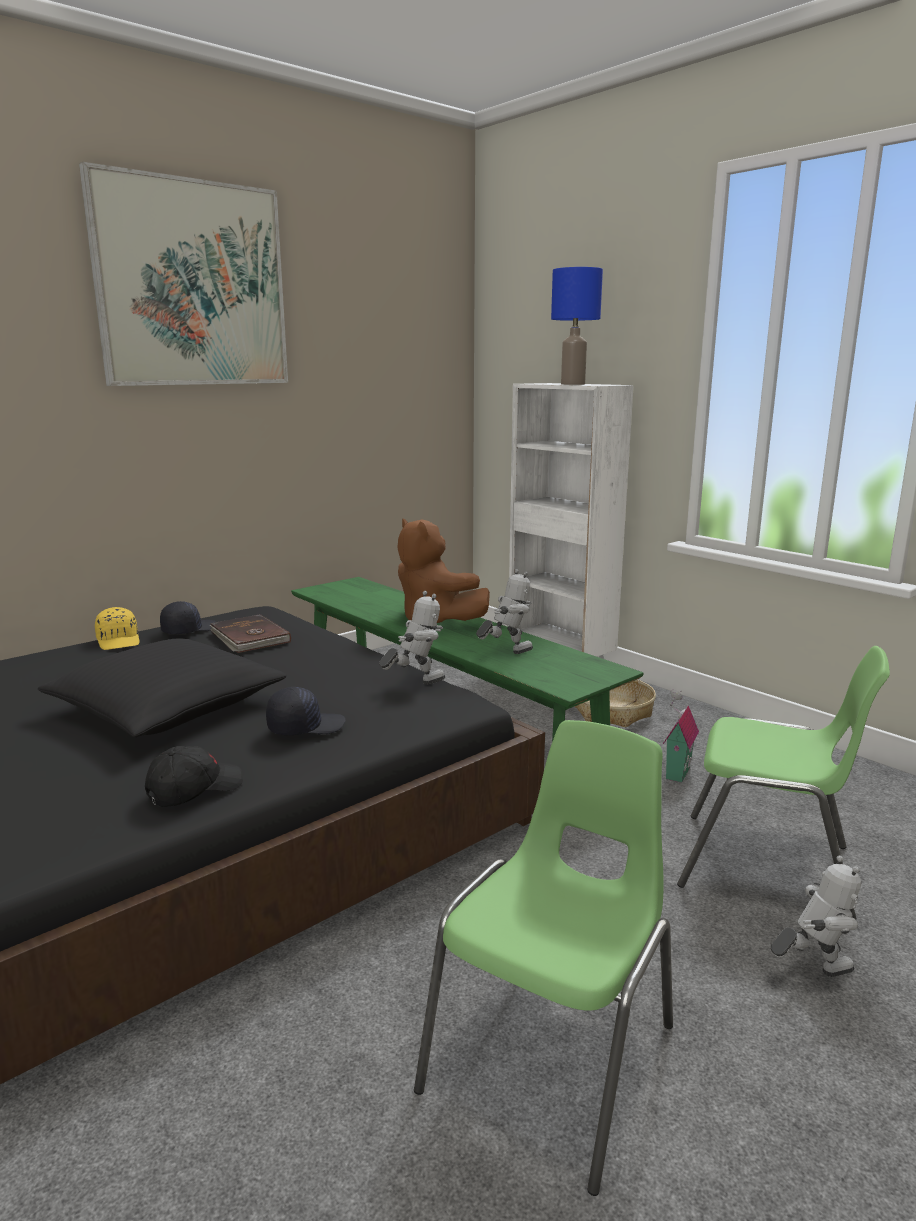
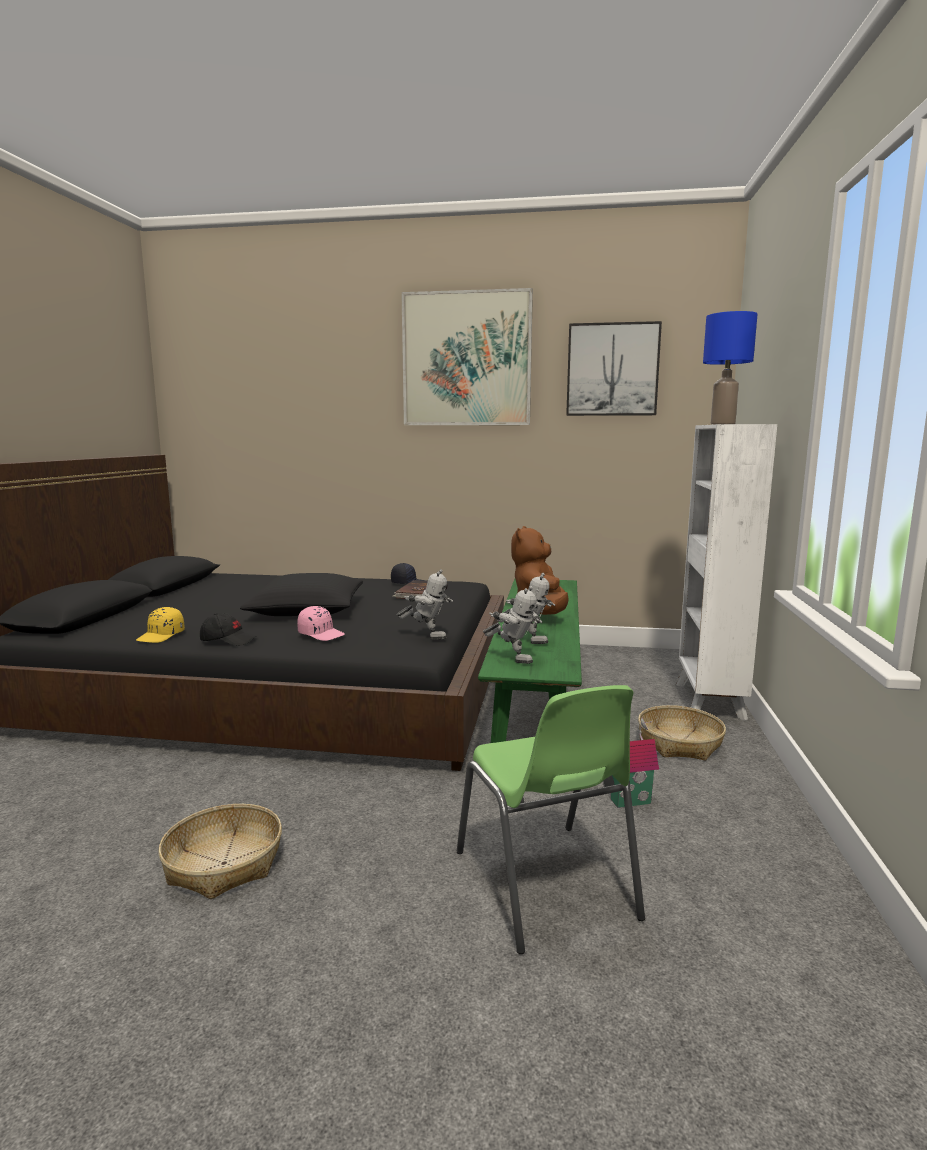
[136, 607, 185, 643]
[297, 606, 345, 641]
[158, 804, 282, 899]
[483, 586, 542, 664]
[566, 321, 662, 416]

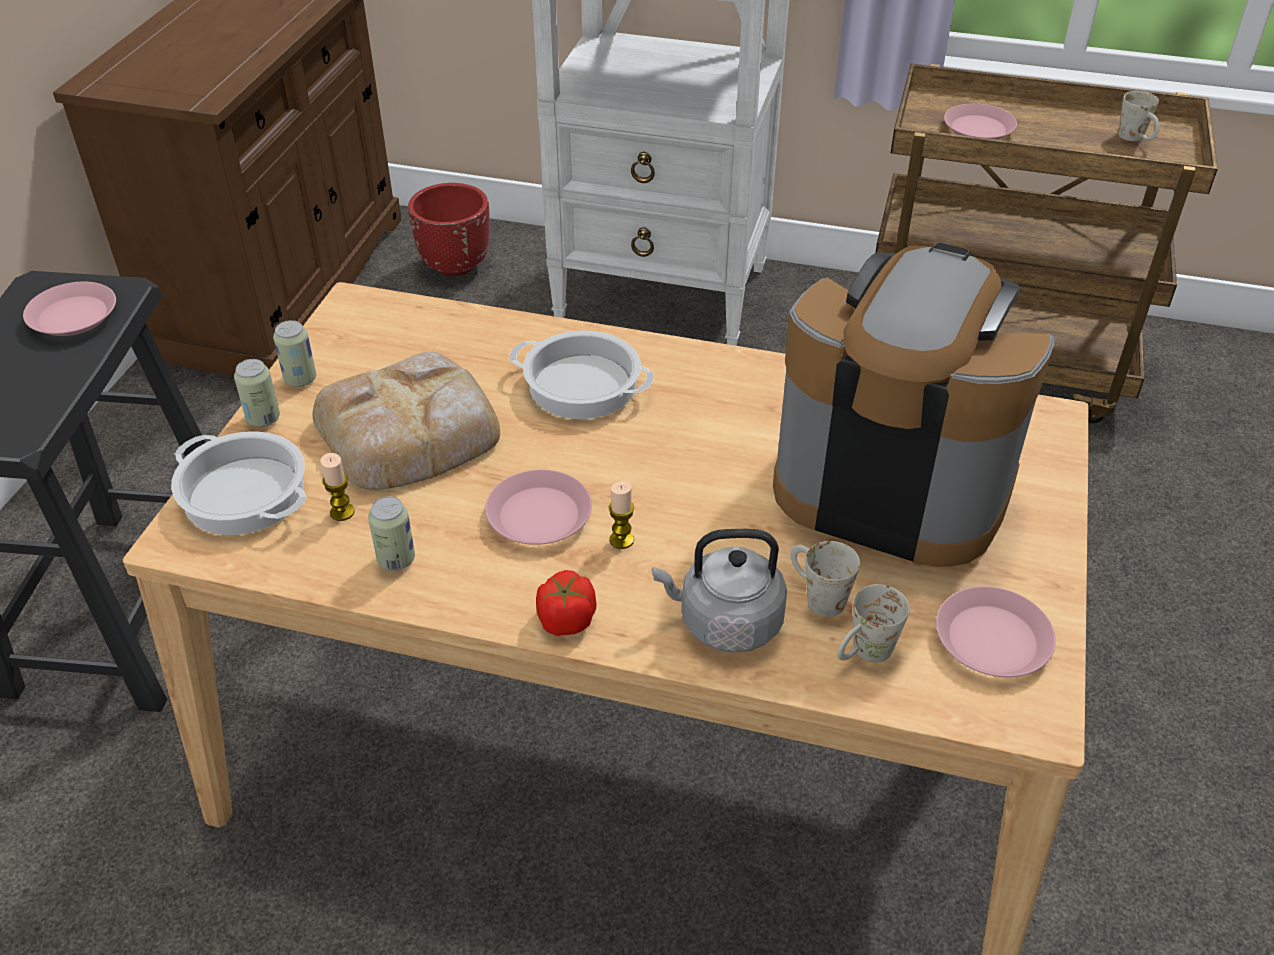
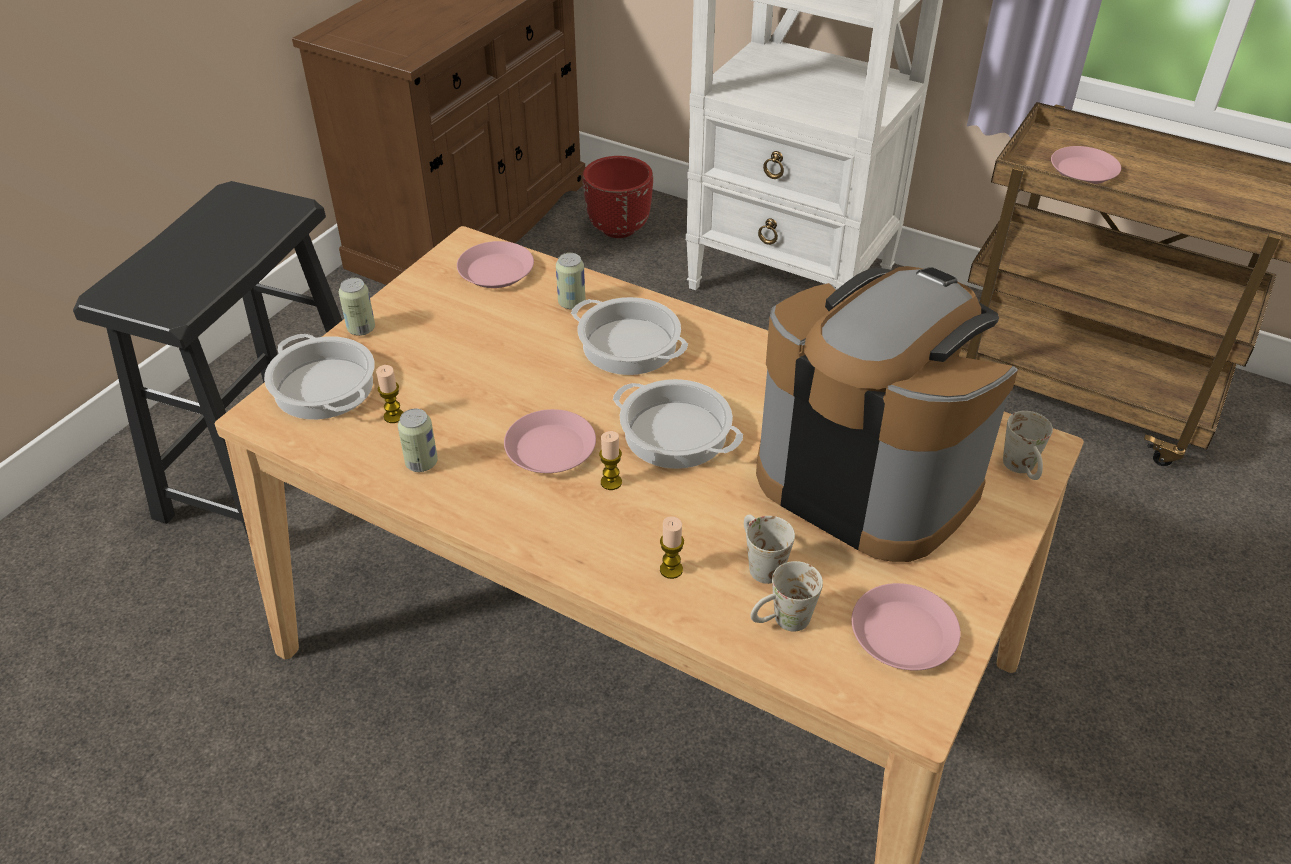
[457, 241, 534, 288]
[556, 253, 585, 309]
[312, 351, 500, 490] (first image)
[536, 570, 597, 636] (first image)
[660, 516, 684, 579]
[1003, 411, 1053, 480]
[613, 379, 743, 469]

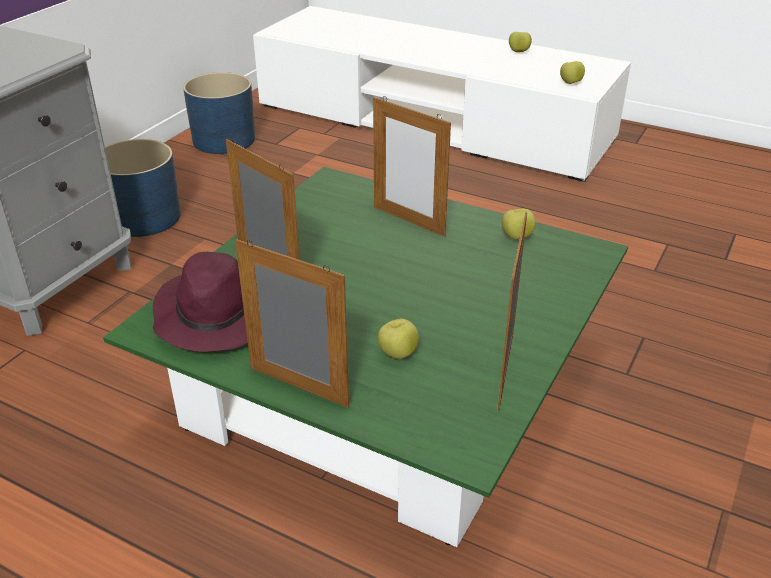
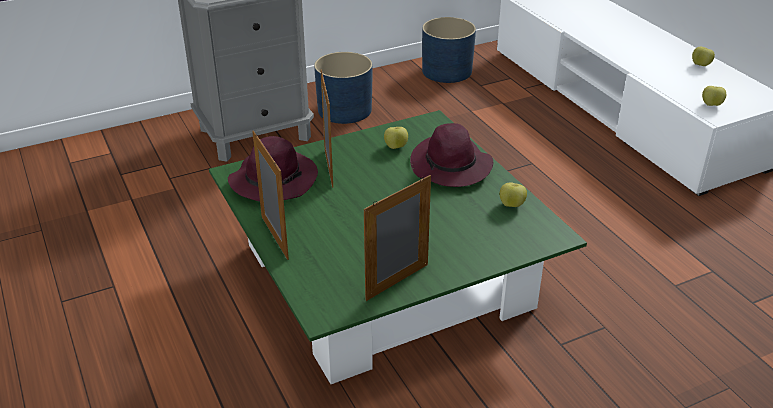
[410, 123, 494, 187]
[384, 127, 408, 149]

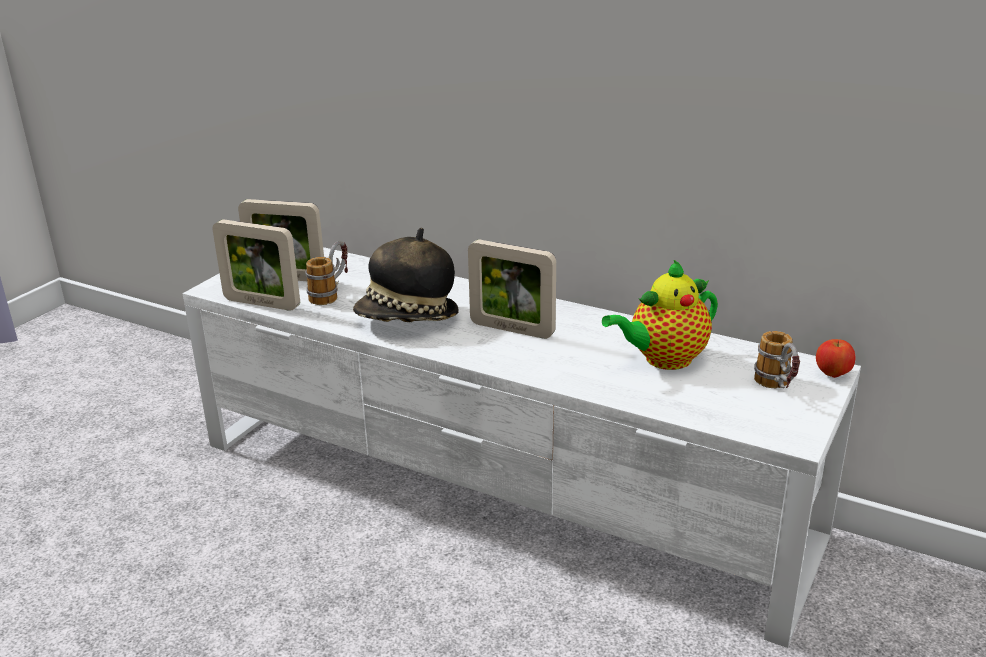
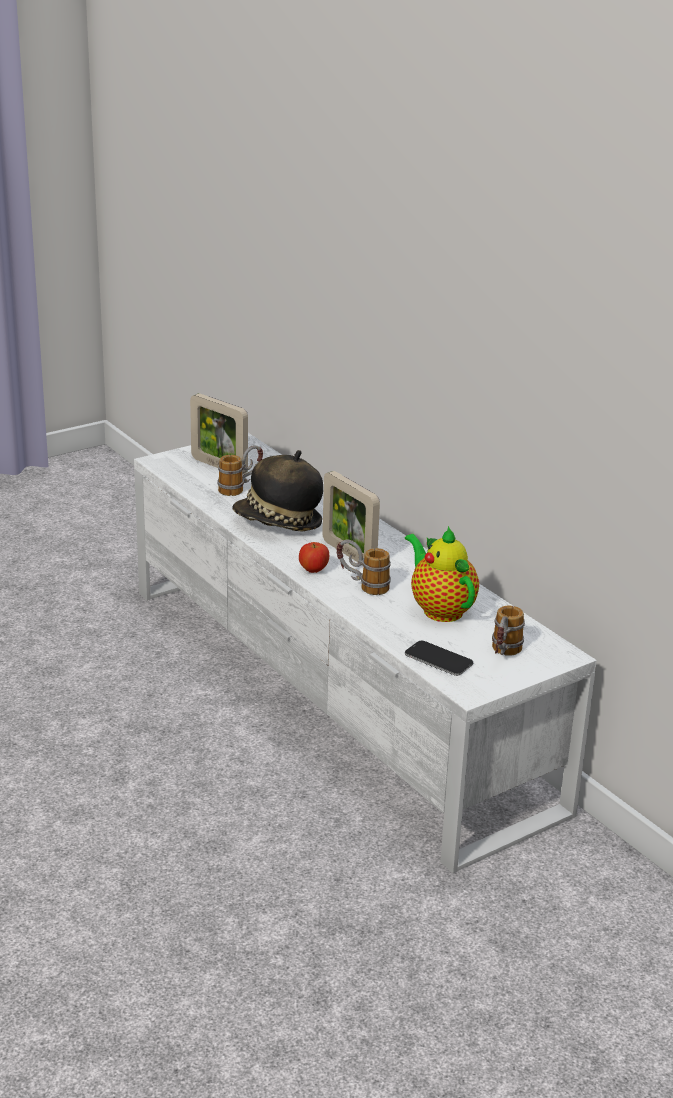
[212, 220, 300, 311] (first image)
[405, 526, 479, 622]
[299, 542, 329, 573]
[337, 540, 391, 595]
[405, 641, 473, 676]

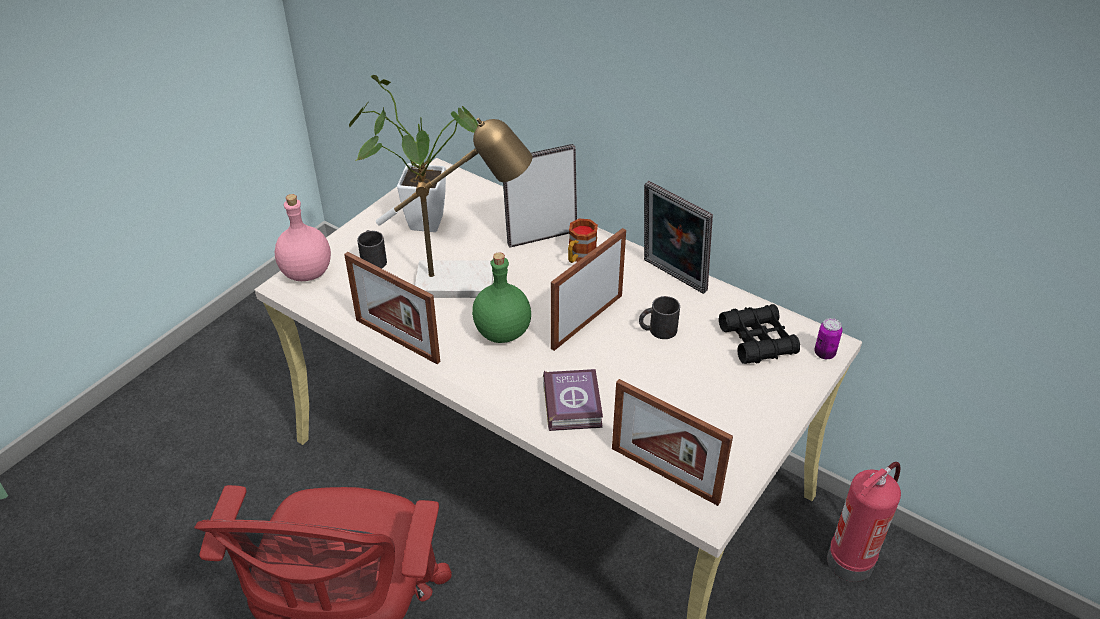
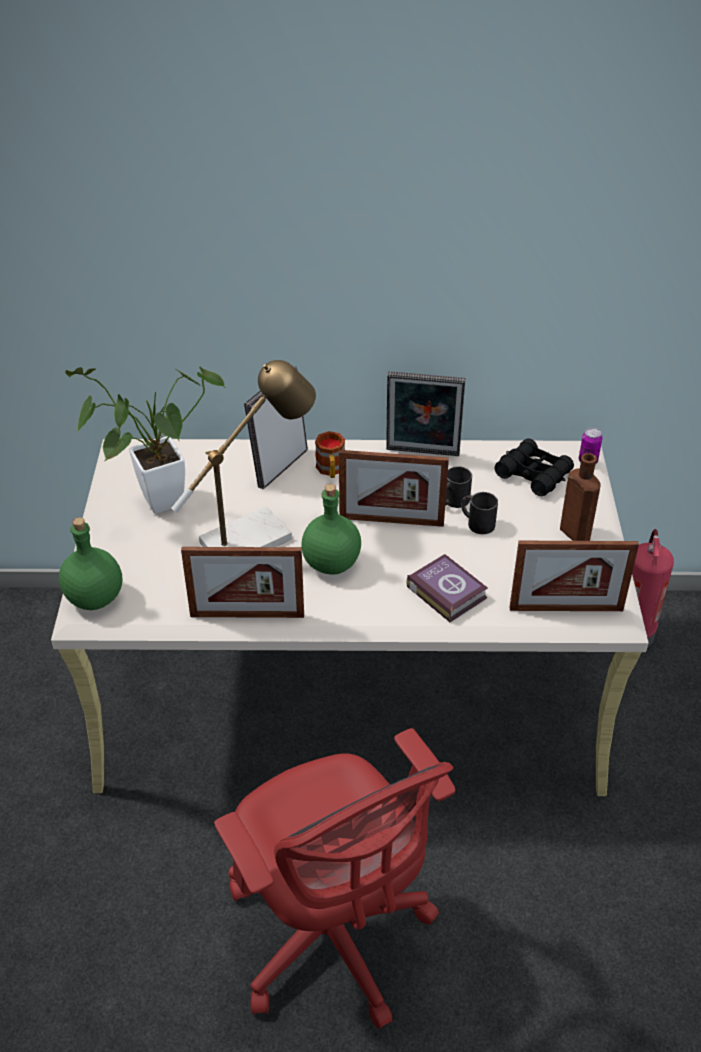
[59, 517, 122, 610]
[461, 492, 498, 534]
[339, 450, 449, 527]
[560, 453, 601, 541]

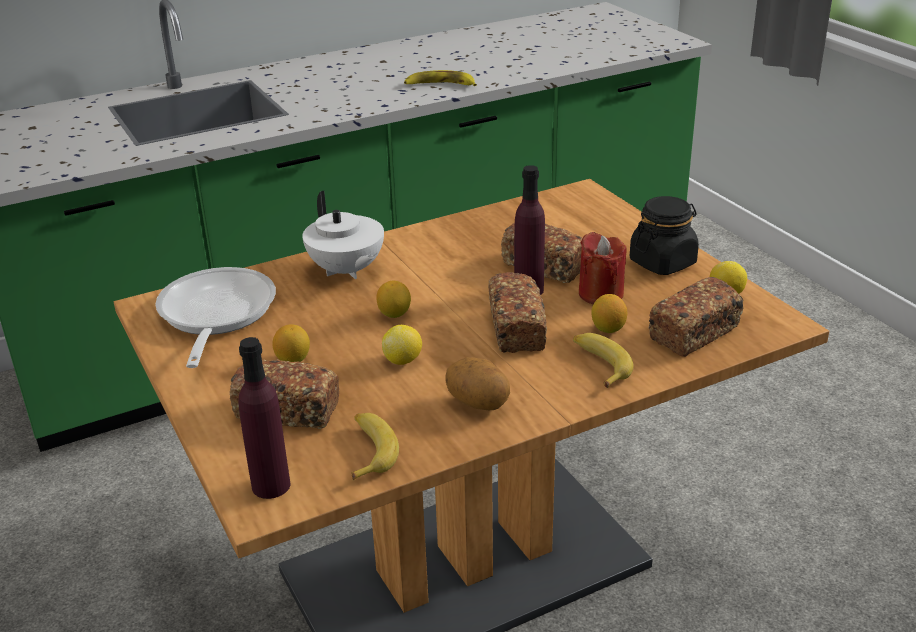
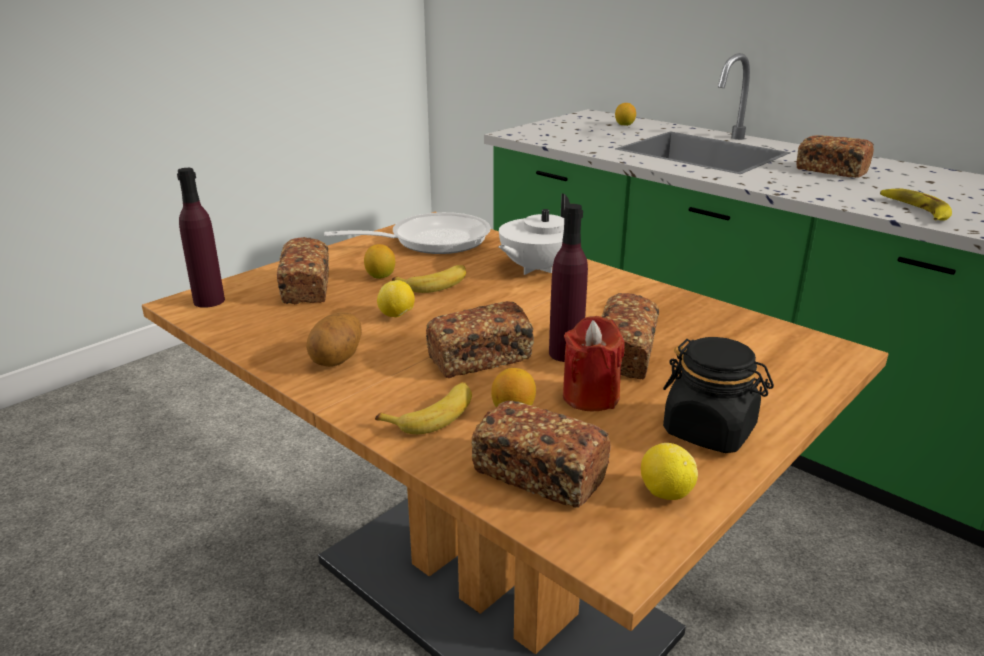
[392, 265, 466, 293]
[615, 103, 636, 126]
[796, 135, 874, 178]

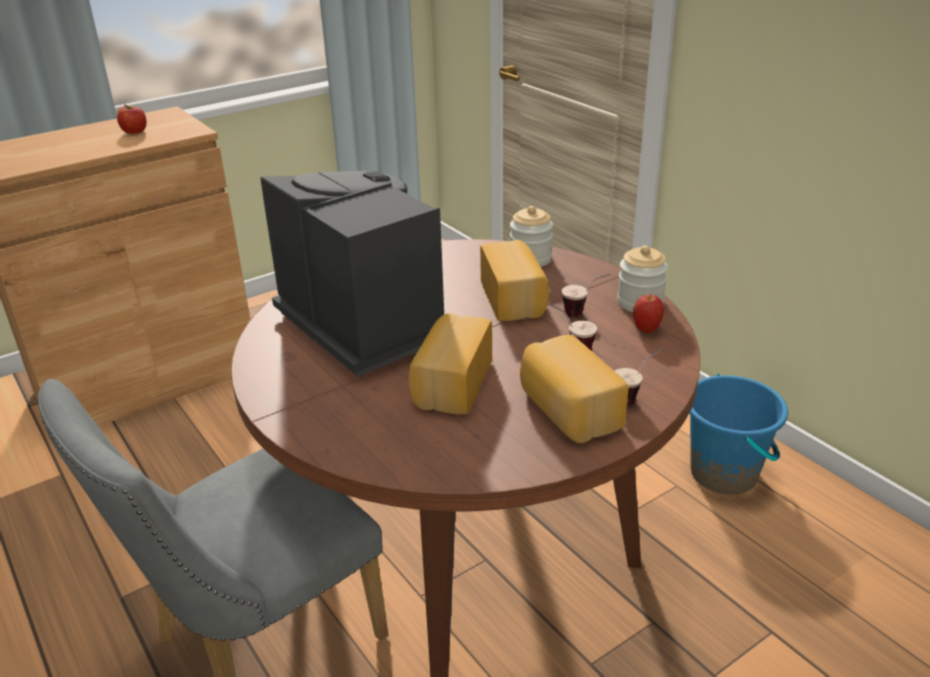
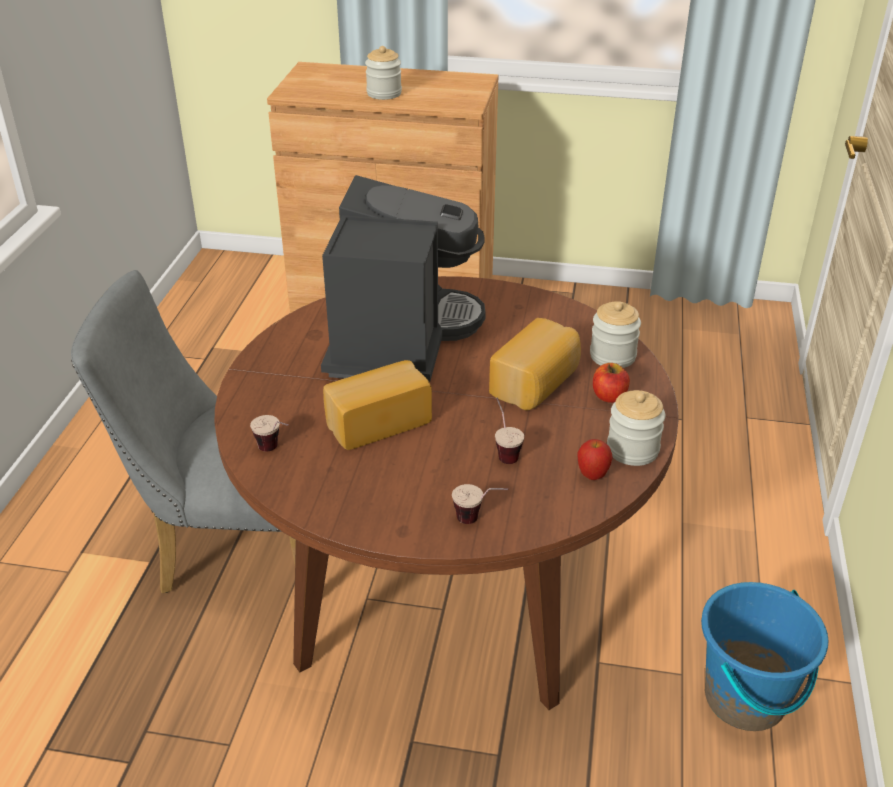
[593, 363, 630, 403]
[520, 335, 628, 443] (first image)
[250, 415, 289, 452]
[365, 46, 402, 100]

